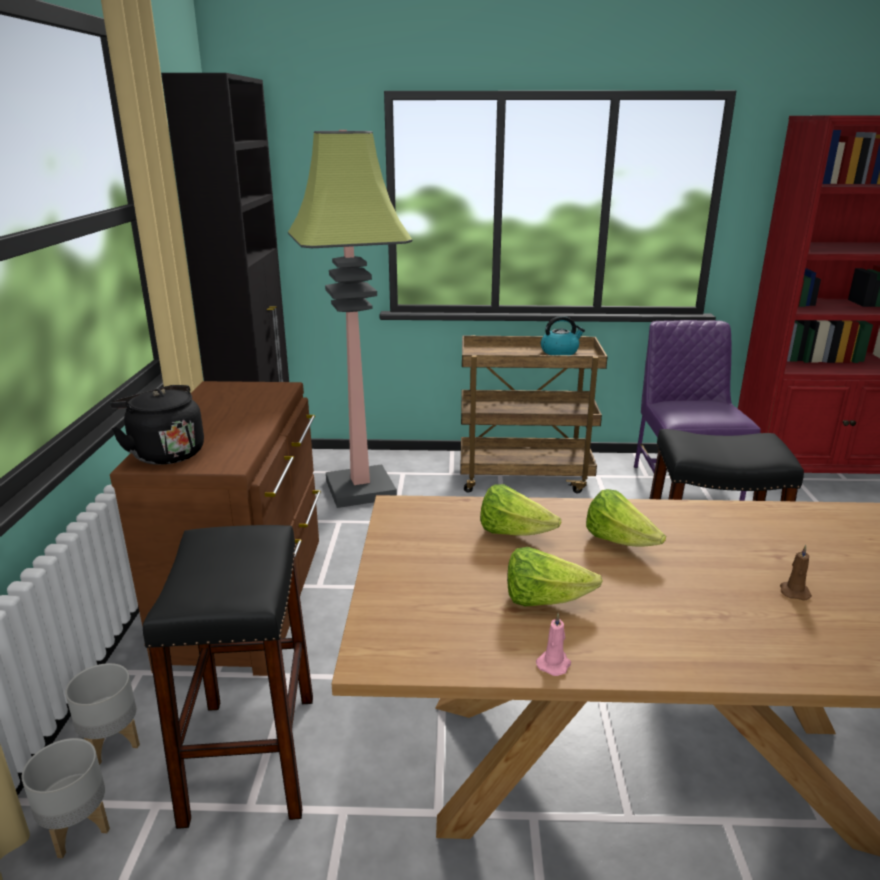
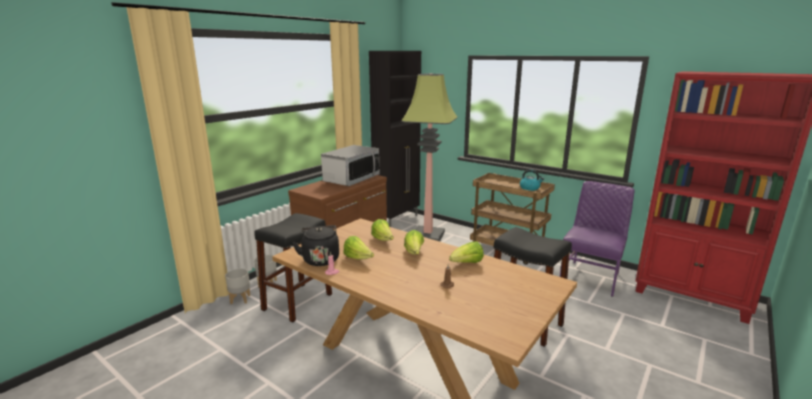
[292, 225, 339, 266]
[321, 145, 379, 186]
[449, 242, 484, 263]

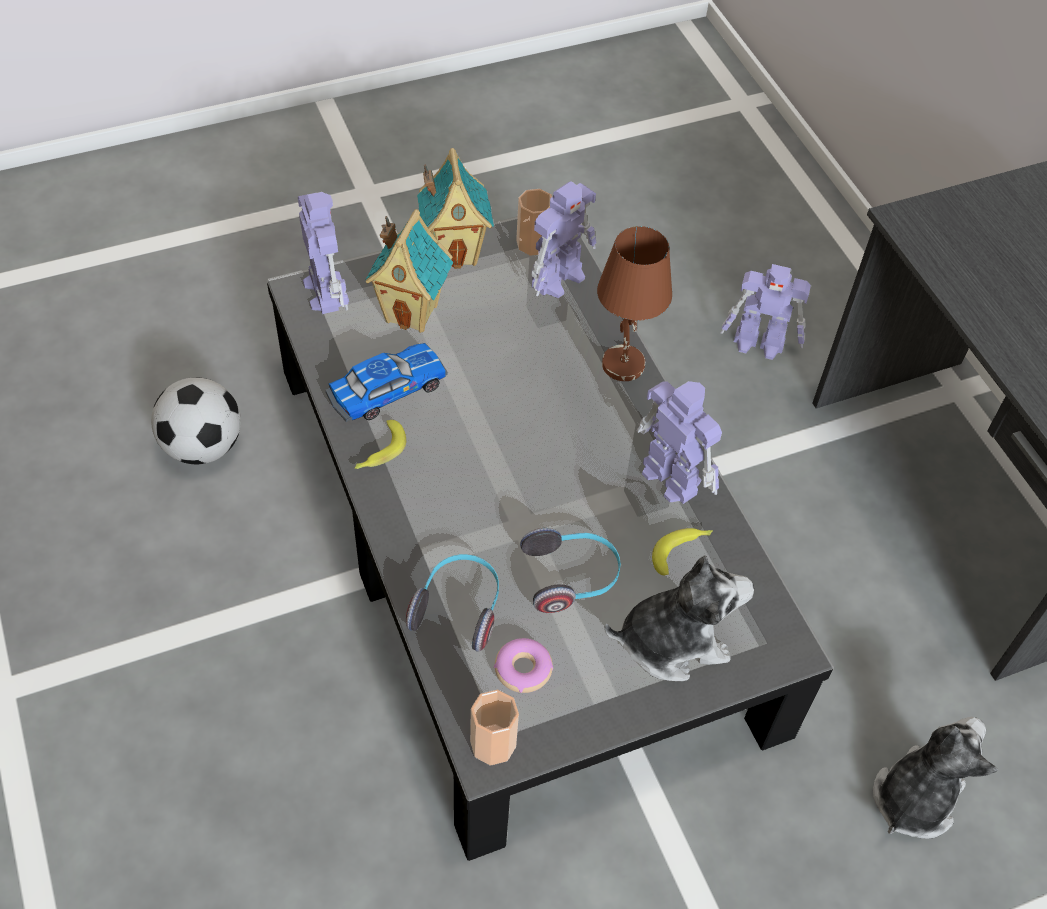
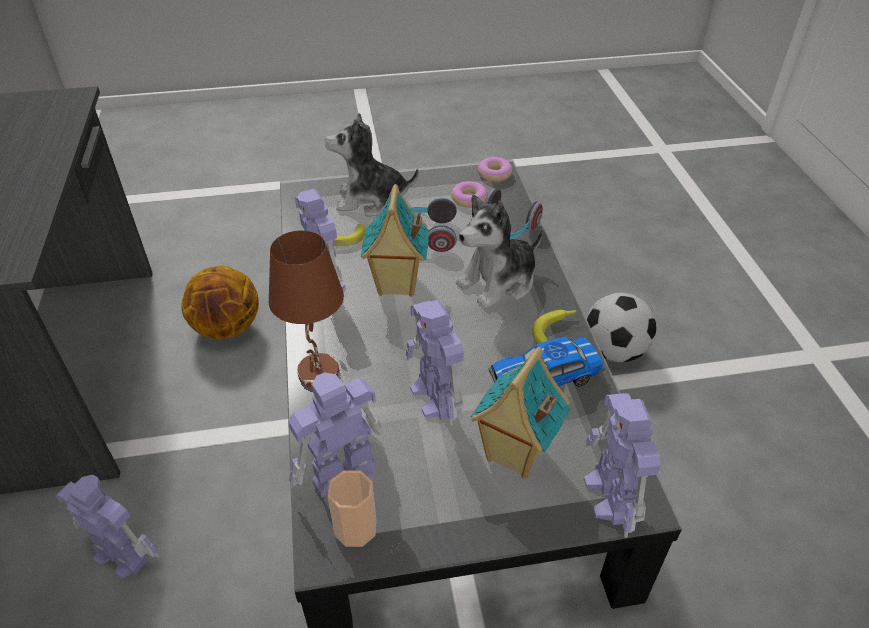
[586, 293, 657, 362]
[361, 184, 429, 297]
[477, 157, 513, 182]
[456, 194, 543, 309]
[182, 266, 259, 340]
[406, 300, 464, 425]

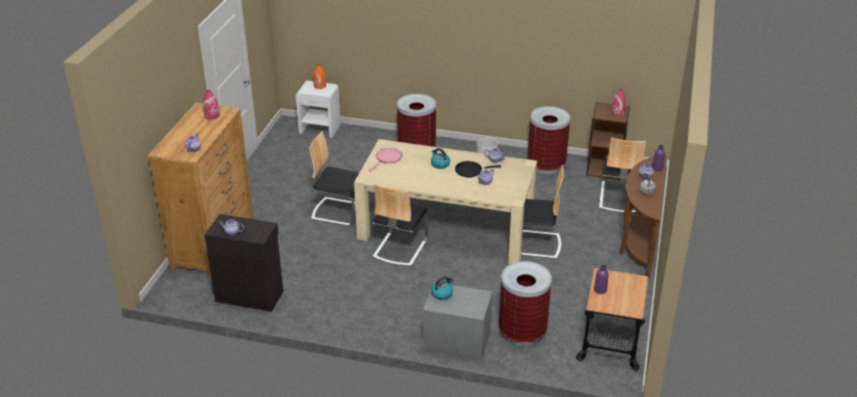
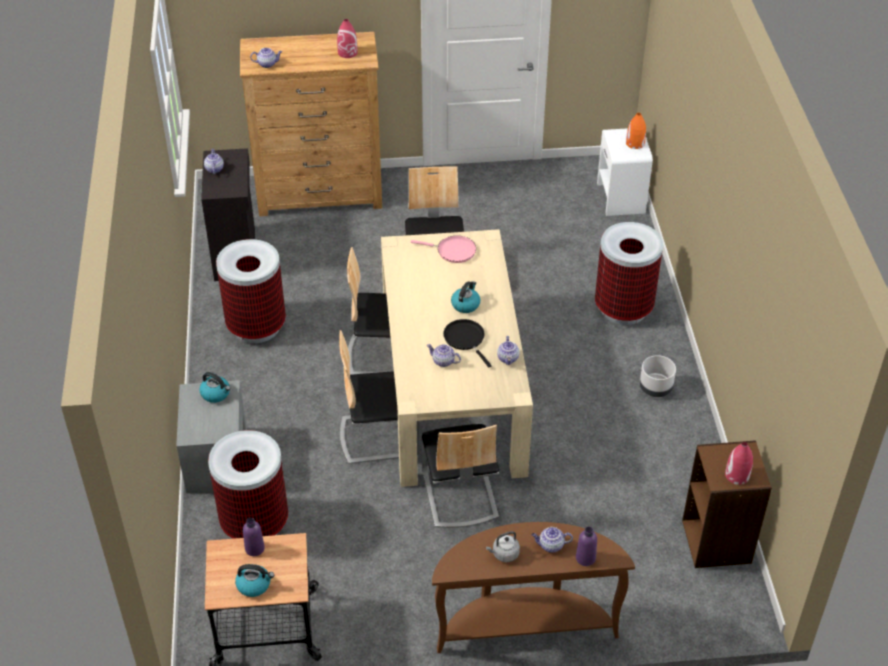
[216, 239, 286, 343]
[339, 330, 420, 464]
[235, 564, 274, 597]

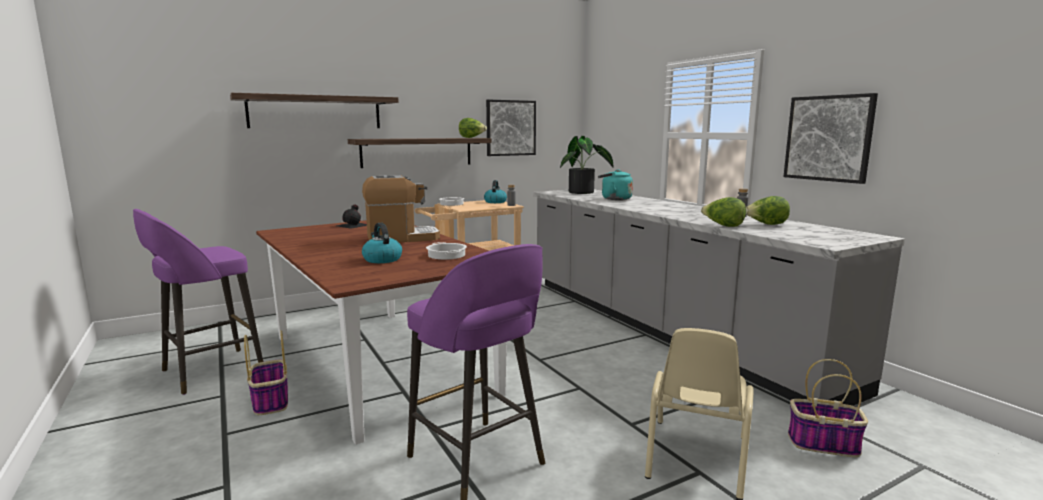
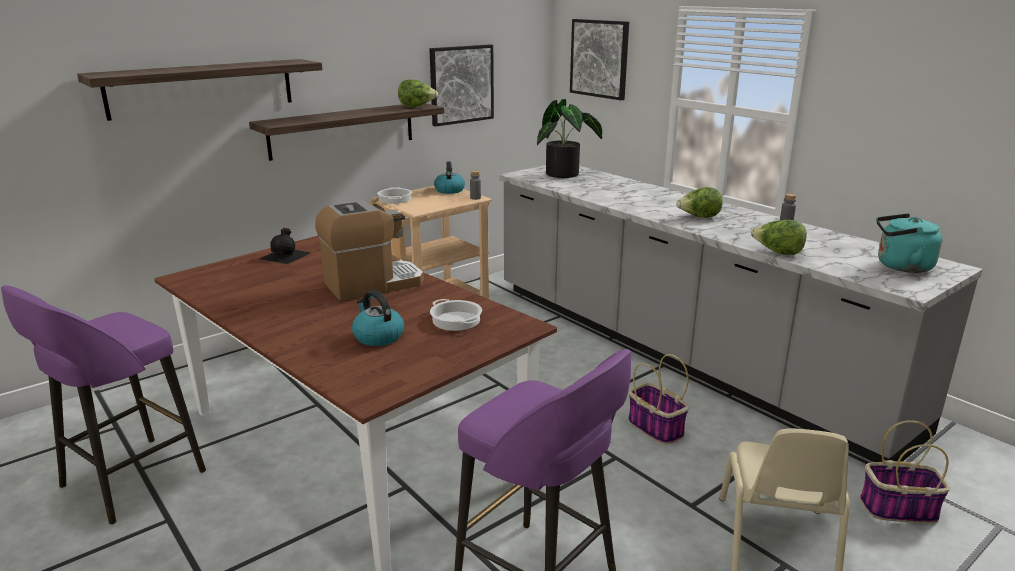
[628, 354, 689, 445]
[877, 213, 943, 273]
[676, 187, 723, 218]
[570, 19, 629, 100]

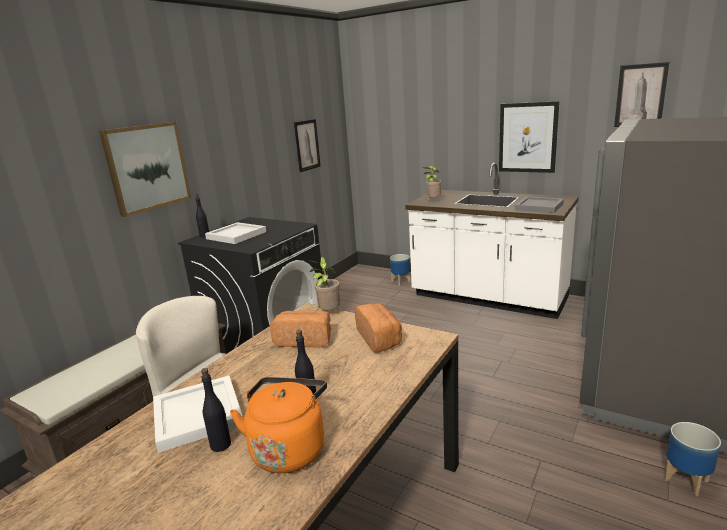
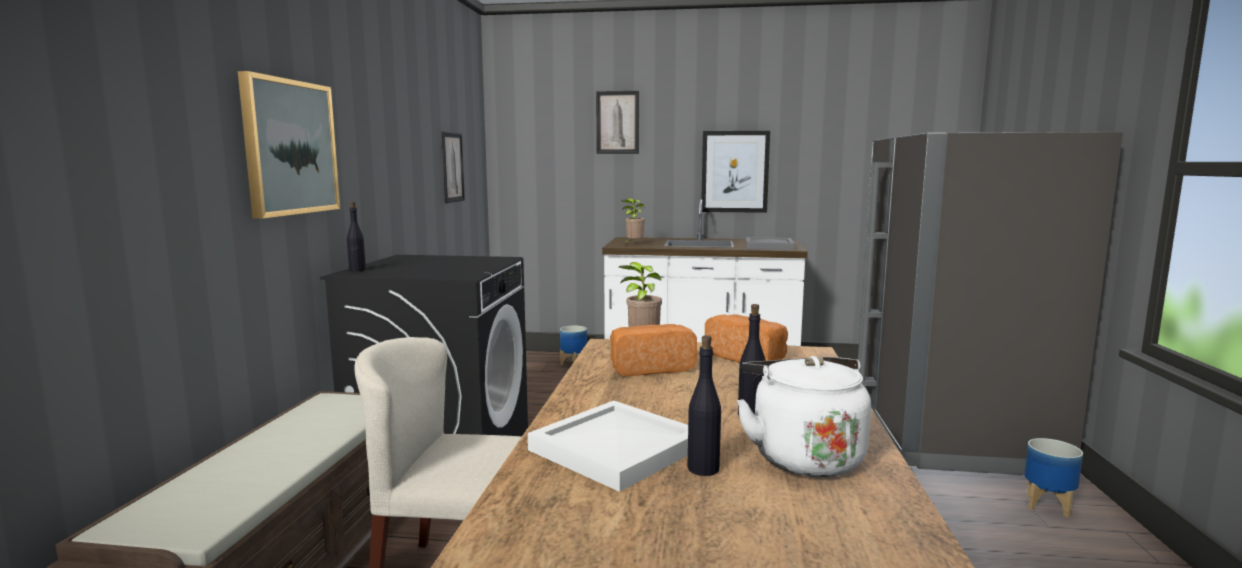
[205, 222, 266, 244] (first image)
[736, 356, 871, 477]
[596, 91, 639, 154]

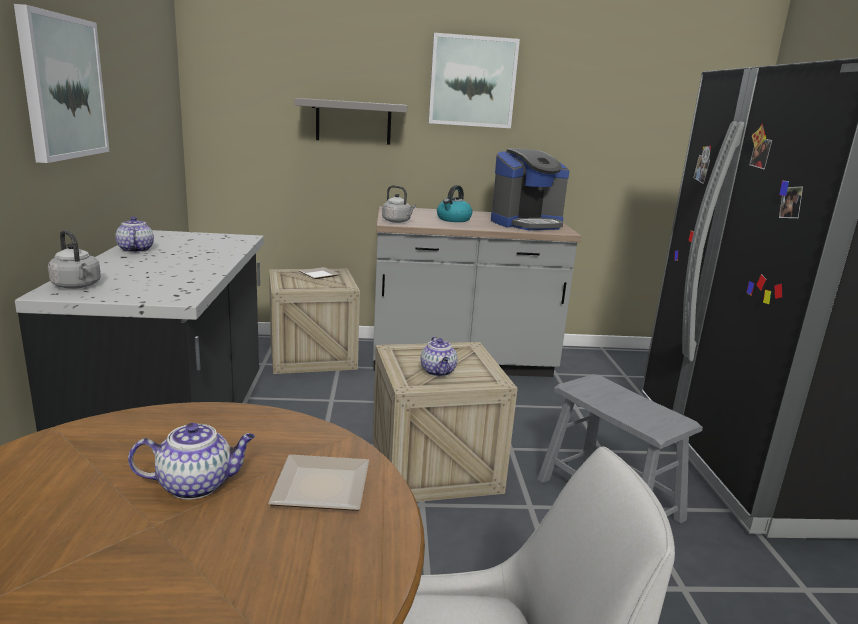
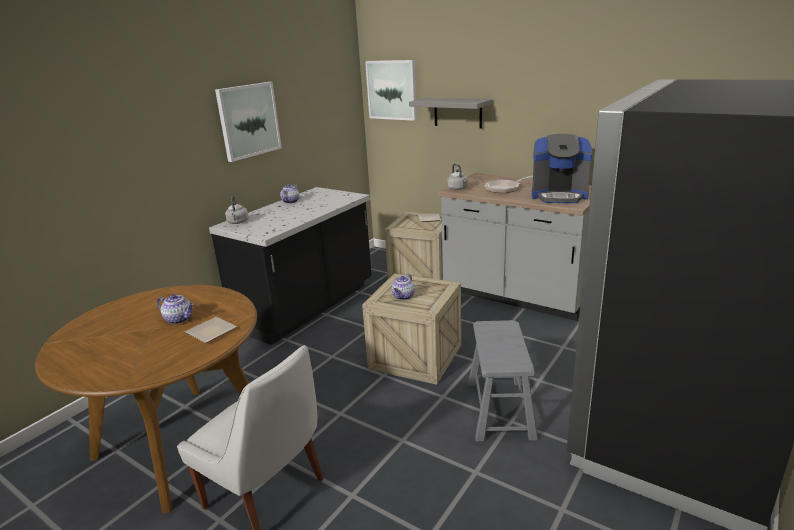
[365, 60, 417, 121]
[484, 176, 533, 193]

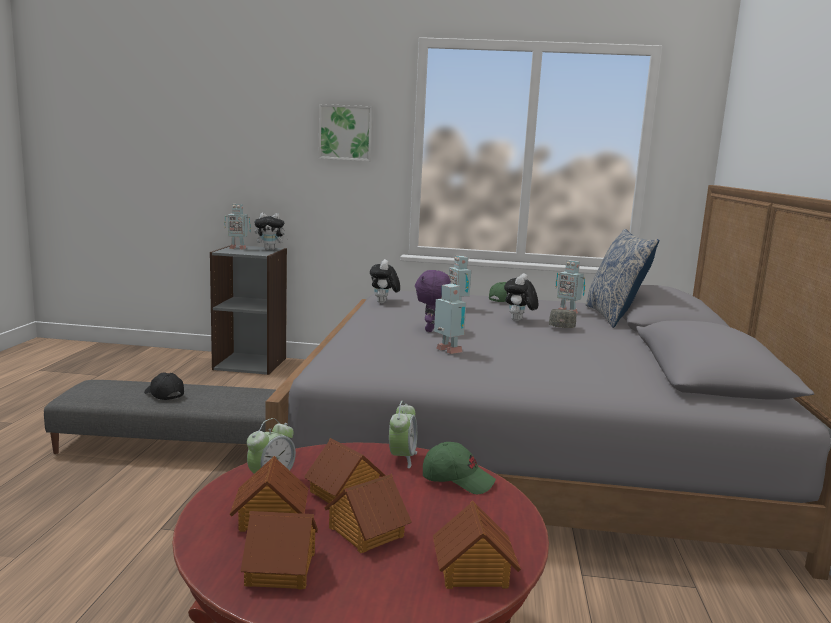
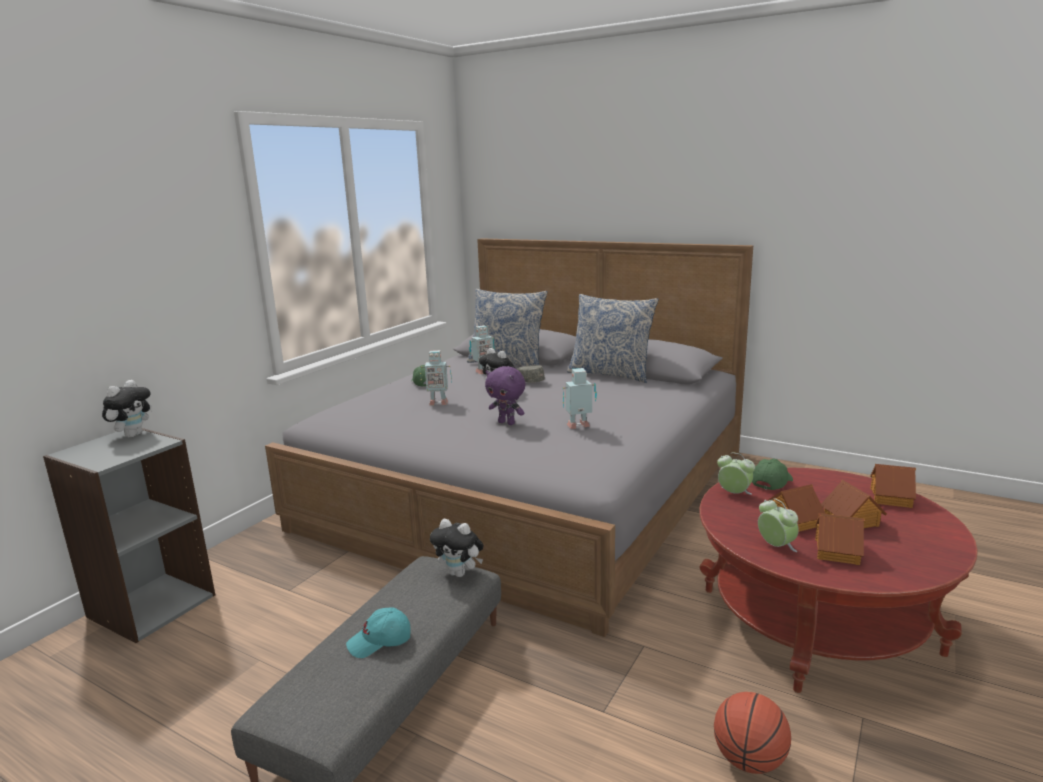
[346, 607, 411, 658]
[224, 204, 251, 250] (first image)
[241, 511, 318, 589] (first image)
[318, 104, 373, 161] (first image)
[430, 519, 484, 577]
[567, 294, 658, 383]
[714, 692, 791, 774]

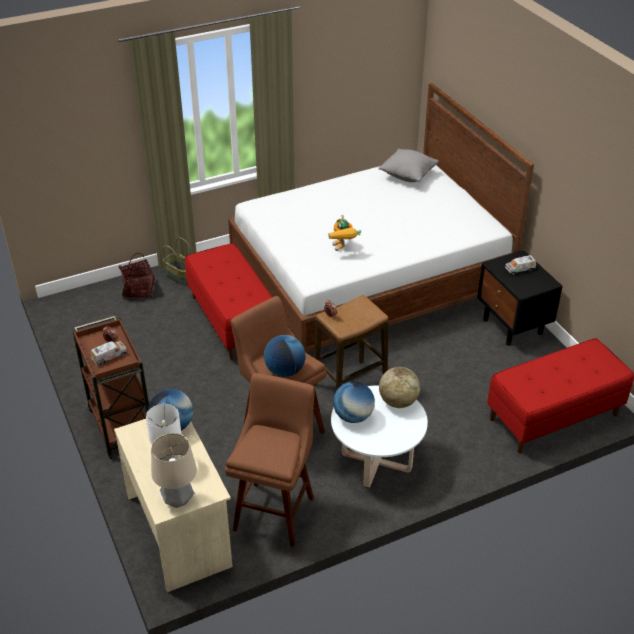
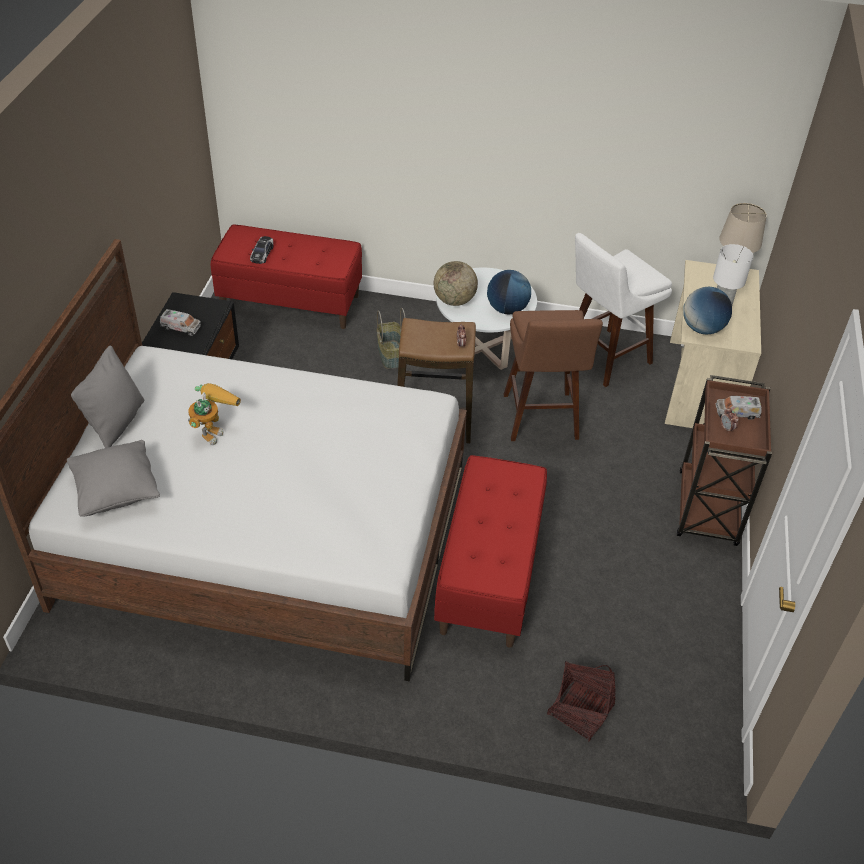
[377, 308, 406, 369]
[575, 233, 672, 387]
[264, 335, 306, 377] (first image)
[188, 383, 241, 445]
[71, 346, 144, 448]
[250, 236, 273, 264]

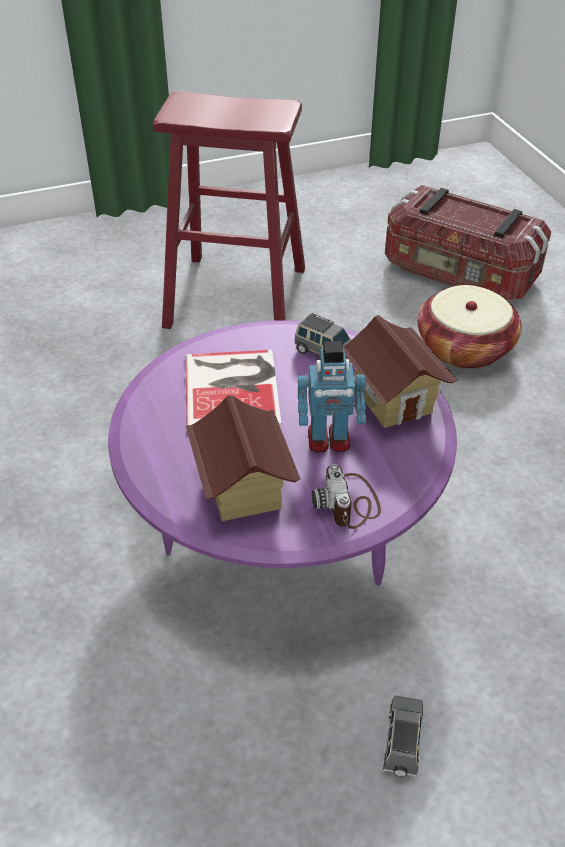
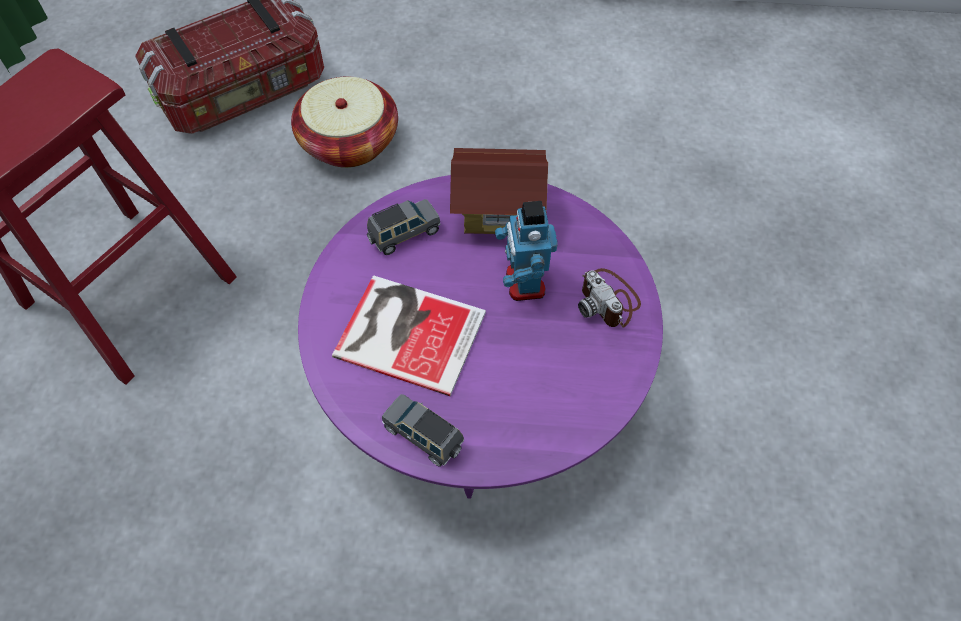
[186, 395, 300, 521] (first image)
[495, 201, 558, 301]
[578, 268, 641, 328]
[382, 394, 464, 467]

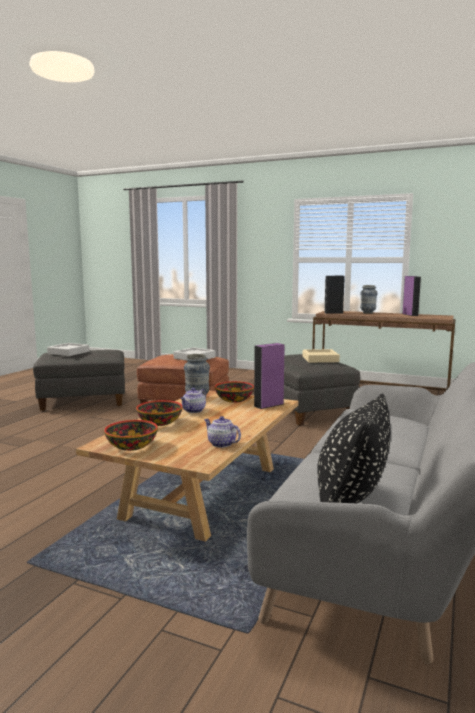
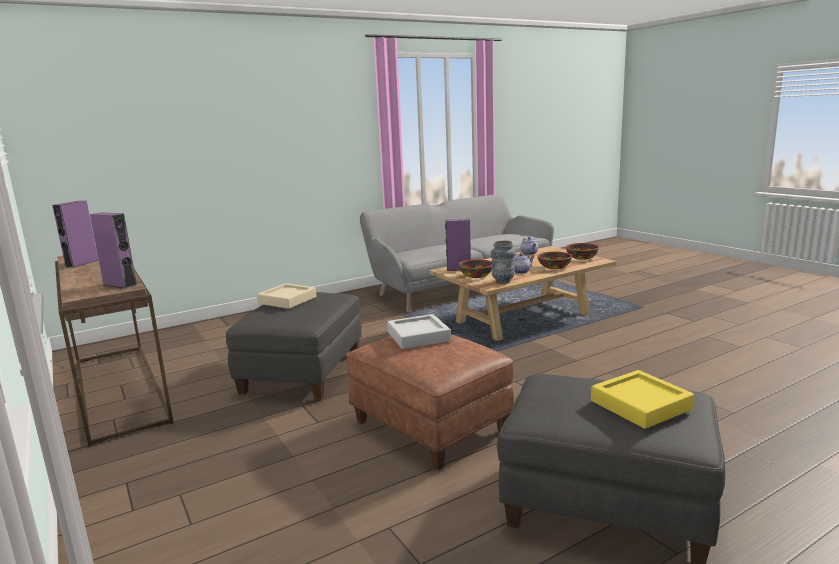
[591, 370, 695, 429]
[317, 394, 391, 503] (first image)
[90, 212, 137, 288]
[360, 285, 378, 314] (first image)

